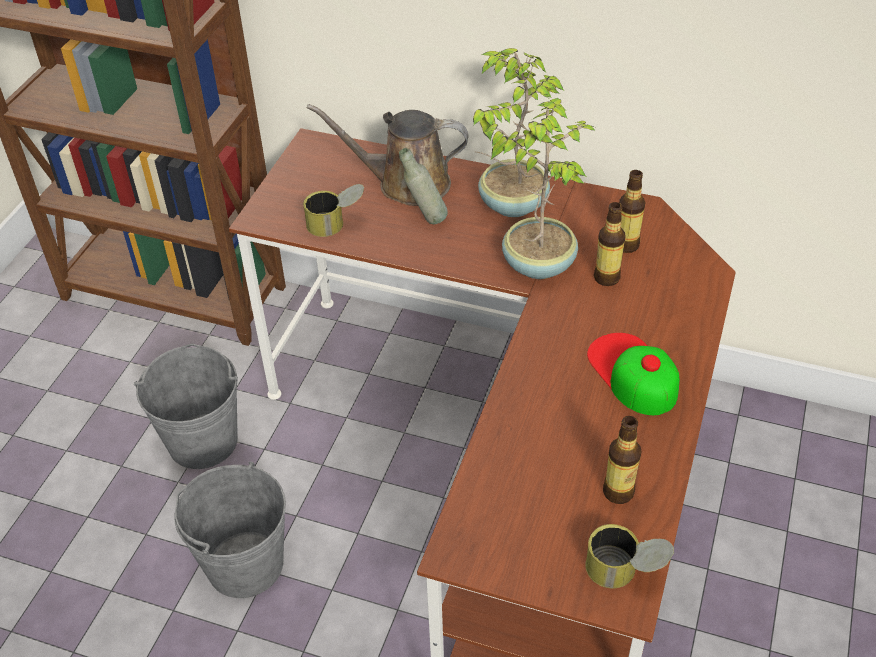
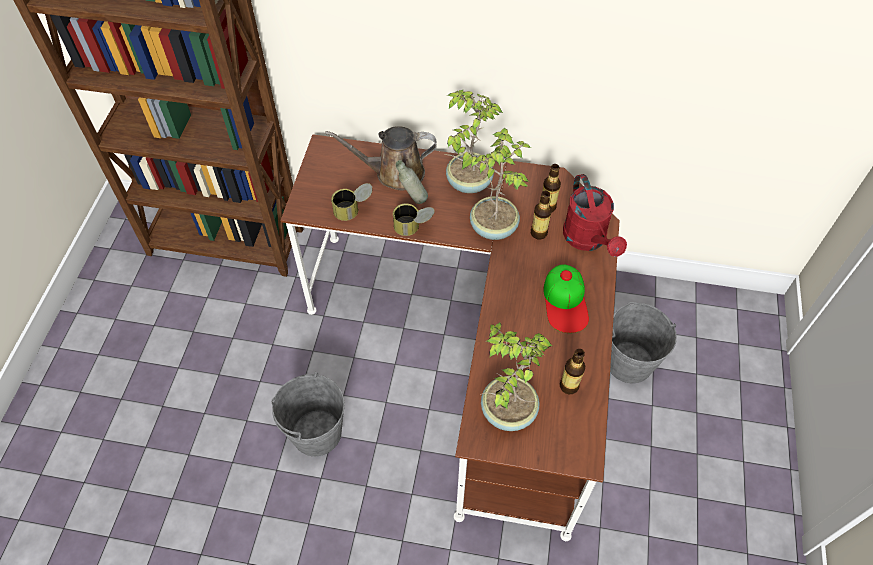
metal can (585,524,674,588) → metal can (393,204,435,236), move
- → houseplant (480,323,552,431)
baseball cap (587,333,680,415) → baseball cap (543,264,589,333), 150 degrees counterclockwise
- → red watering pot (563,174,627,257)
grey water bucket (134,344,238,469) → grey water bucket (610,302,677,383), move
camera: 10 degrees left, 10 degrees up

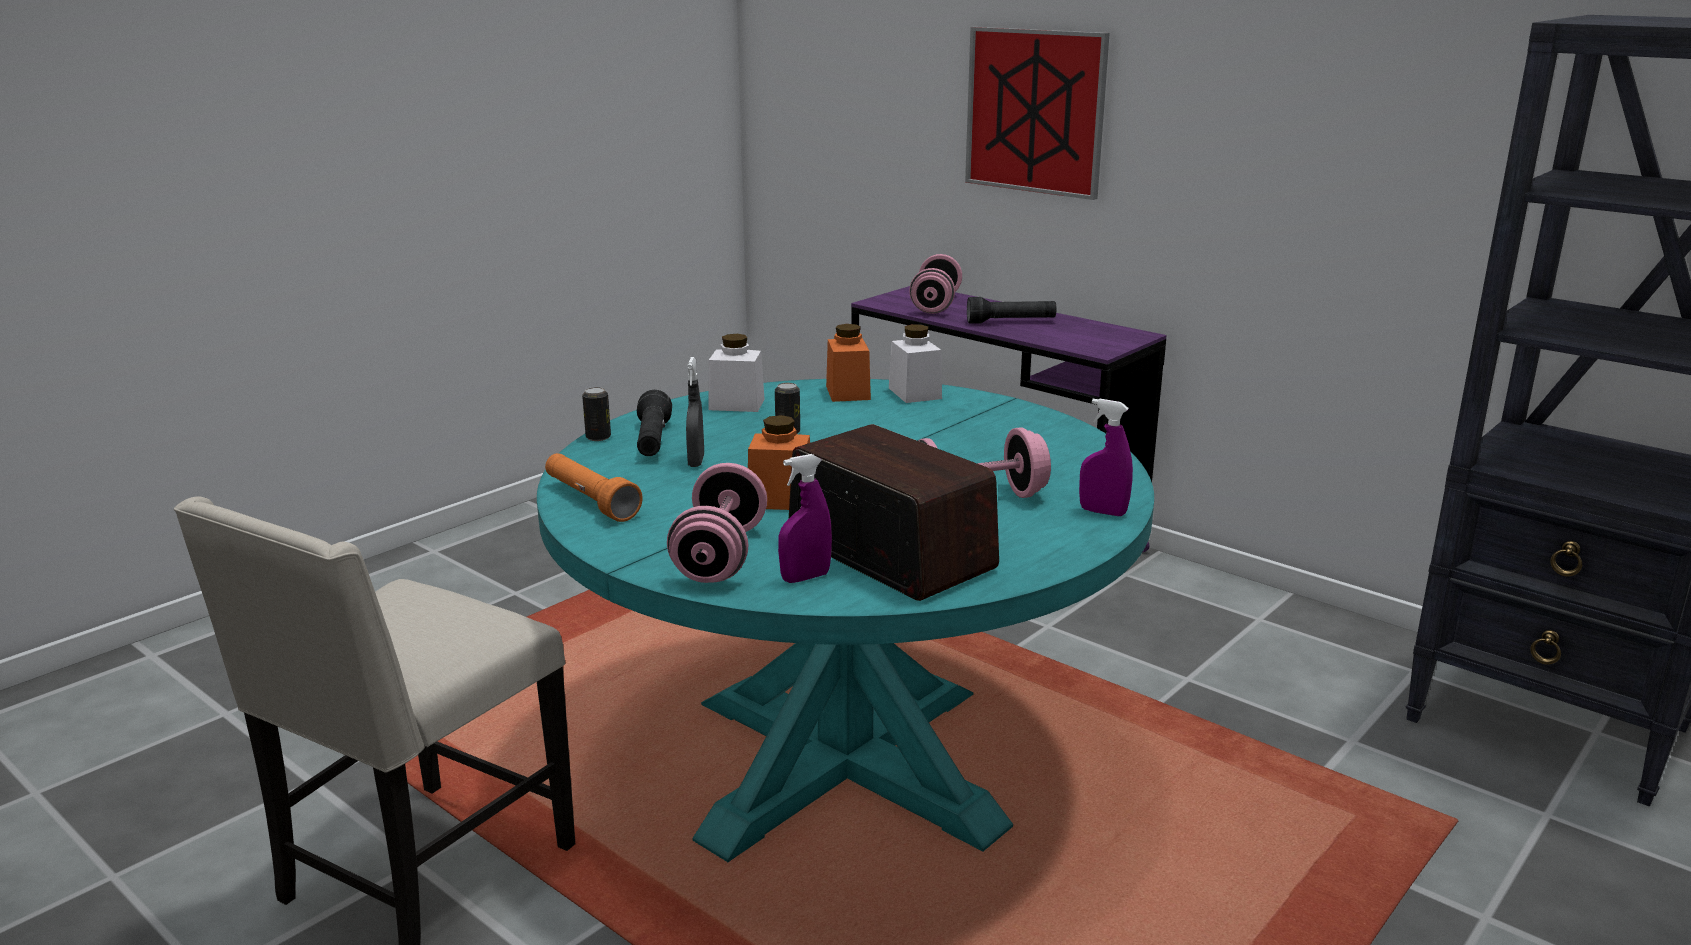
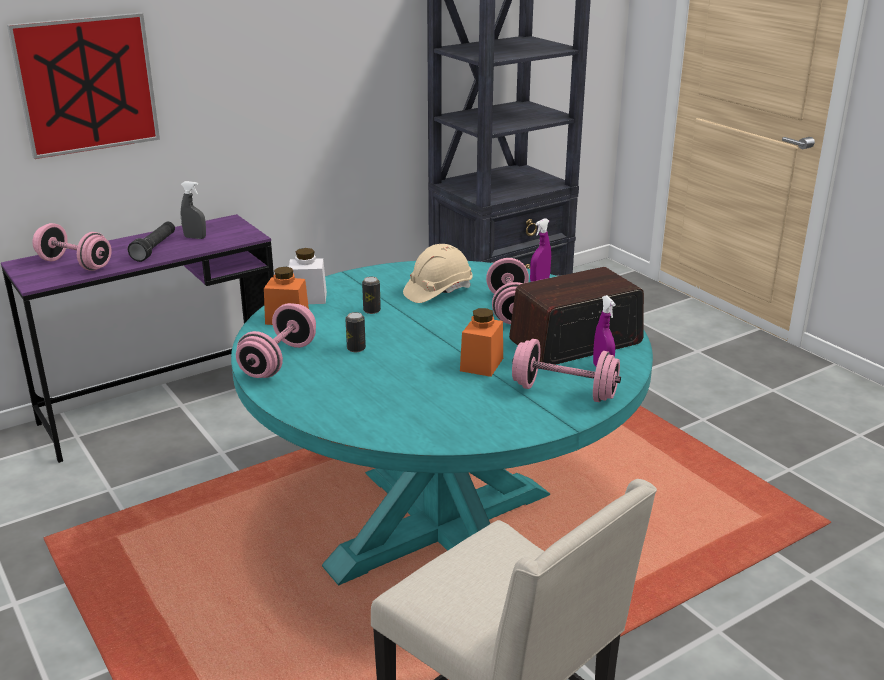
grey sprayer (686,357,704,467) → grey sprayer (181,181,206,239), move
white-coloured storage jar (709,334,764,412) → pink hand weight (236,303,316,378)
metal can (582,387,611,441) → metal can (362,277,381,314), move
- → beige-coloured safety helmet (403,244,473,303)
orange-coloured hand torch (545,453,643,522) → -
black hand torch (637,390,672,456) → -
camera: 75 degrees left, 5 degrees up

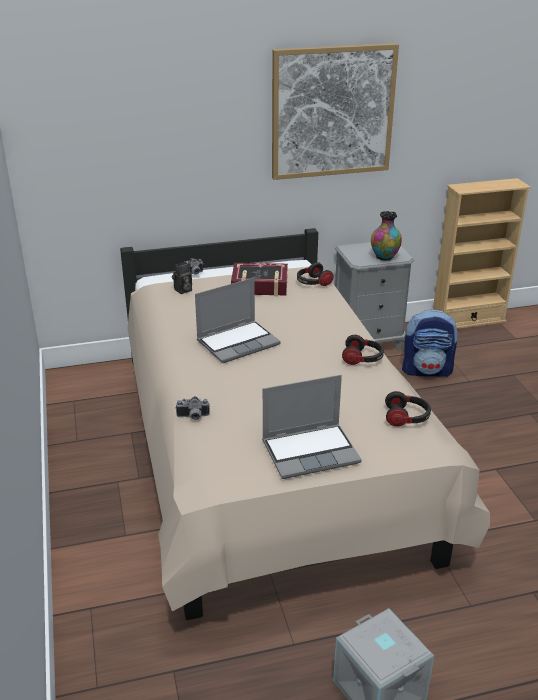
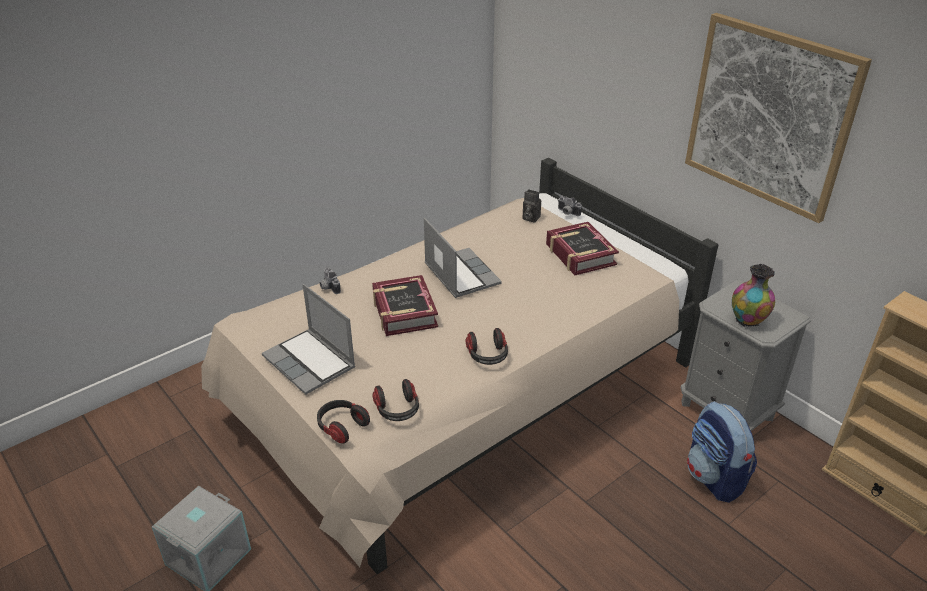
headphones (297,262,333,286) → headphones (317,400,370,444), move
- → bound book (372,275,438,336)
portable computer (195,278,281,363) → portable computer (424,217,502,298), 150 degrees counterclockwise
camera: 65 degrees right, 5 degrees up

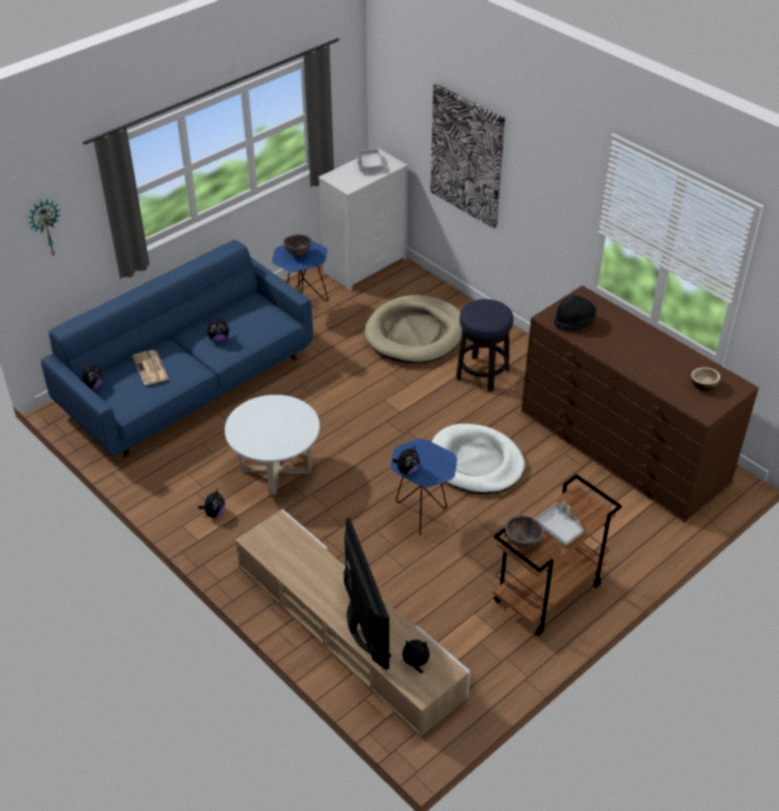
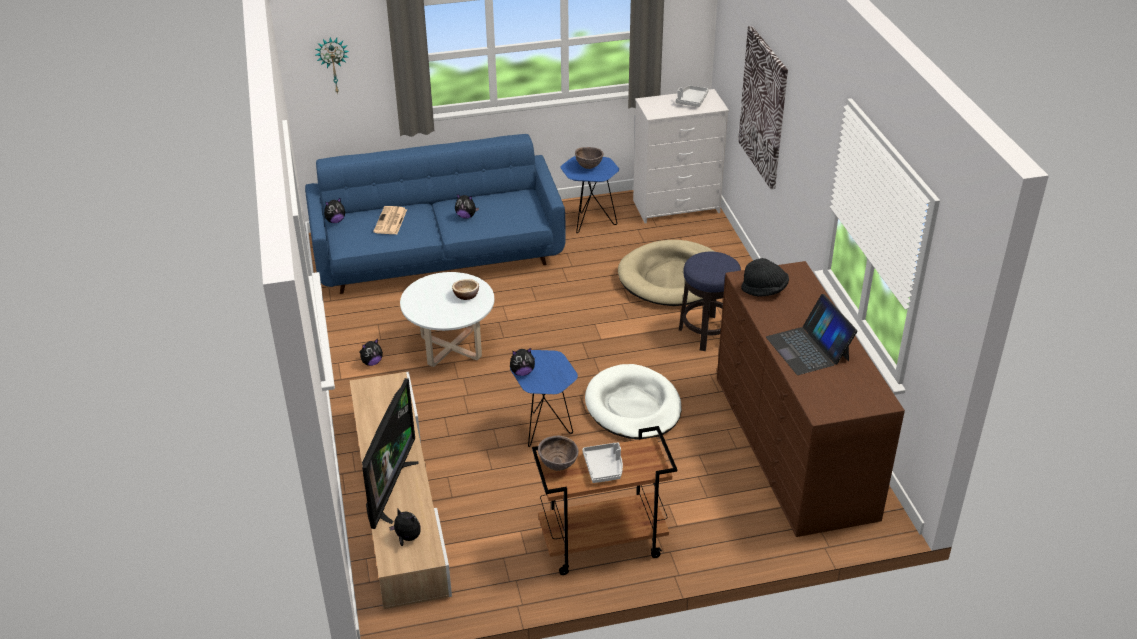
serving bowl (691,367,720,391) → serving bowl (452,279,479,300), move
- → portable computer (766,294,857,375)
camera: 30 degrees right, 5 degrees down

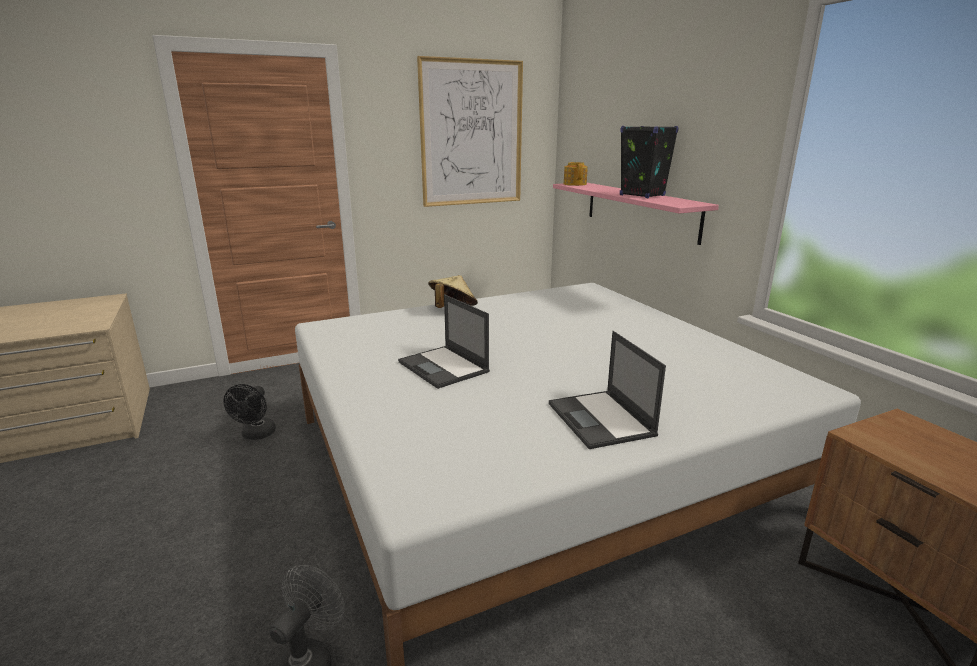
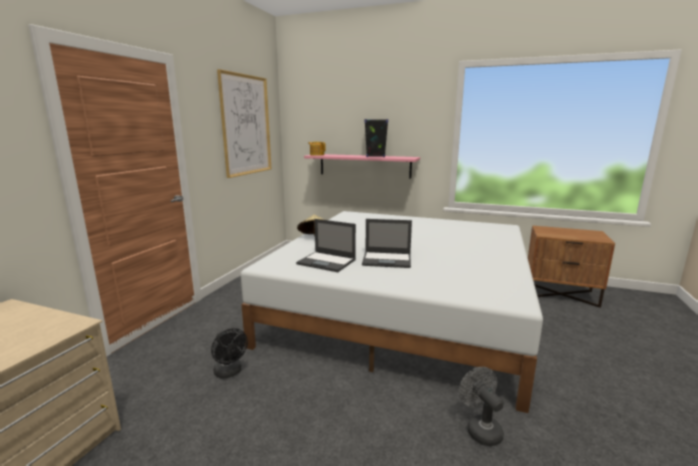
portable computer (549,331,666,449) → portable computer (296,219,356,272), move
camera: 45 degrees left, 5 degrees down

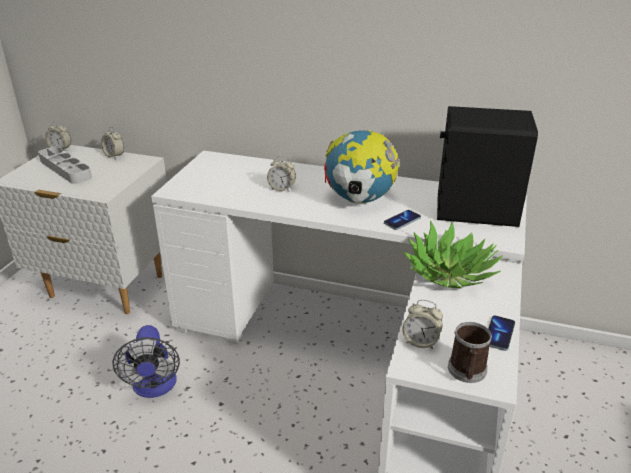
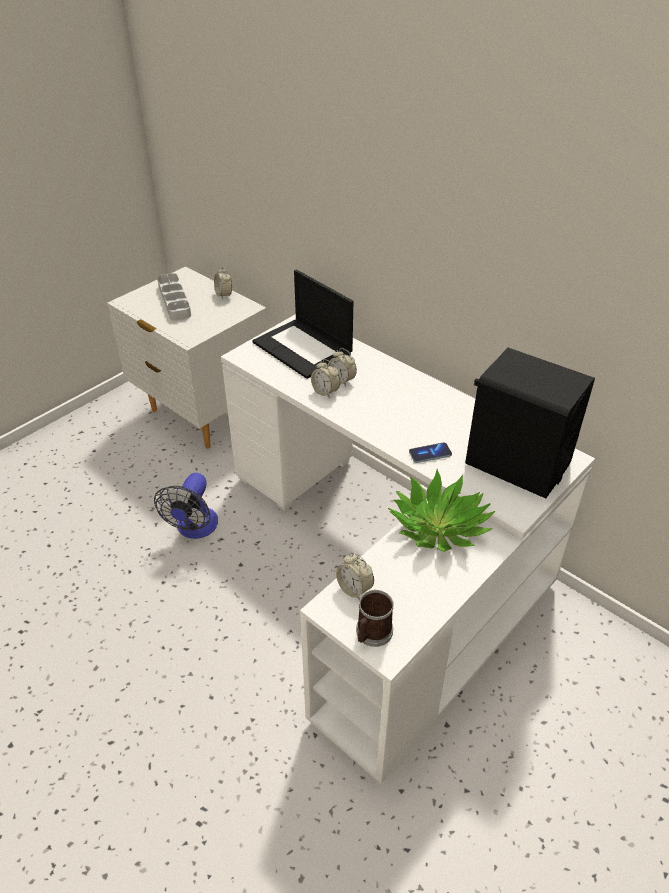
- → portable computer (252,269,353,379)
bedside clock (45,121,71,150) → bedside clock (311,359,340,397), move
world globe (324,130,400,204) → -
handset (488,316,515,351) → -
camera: 25 degrees right, 10 degrees up

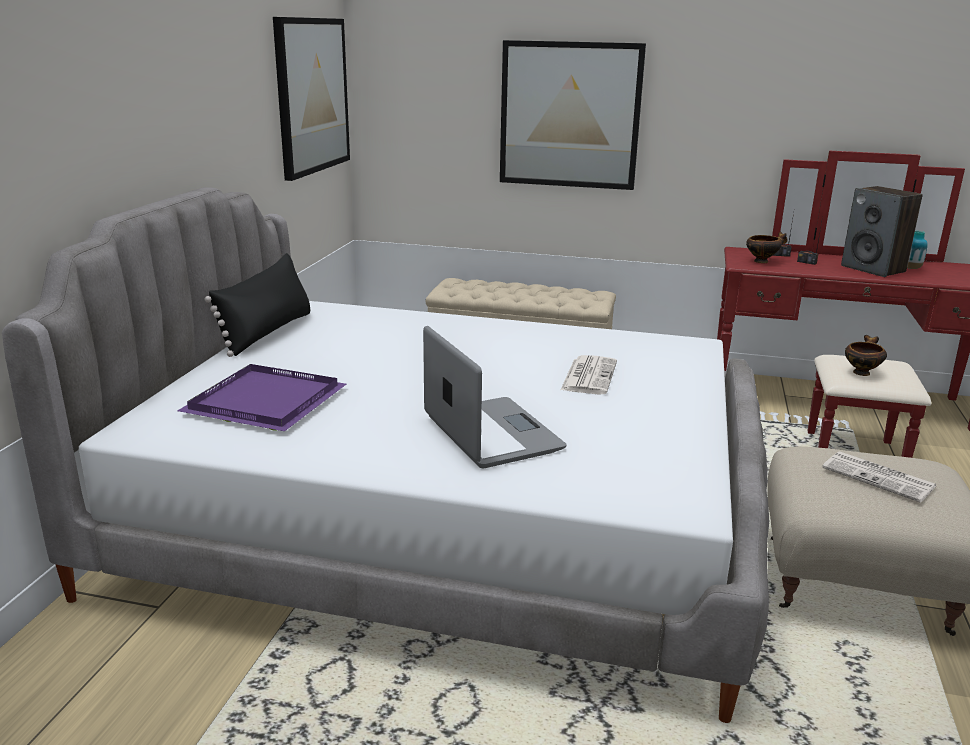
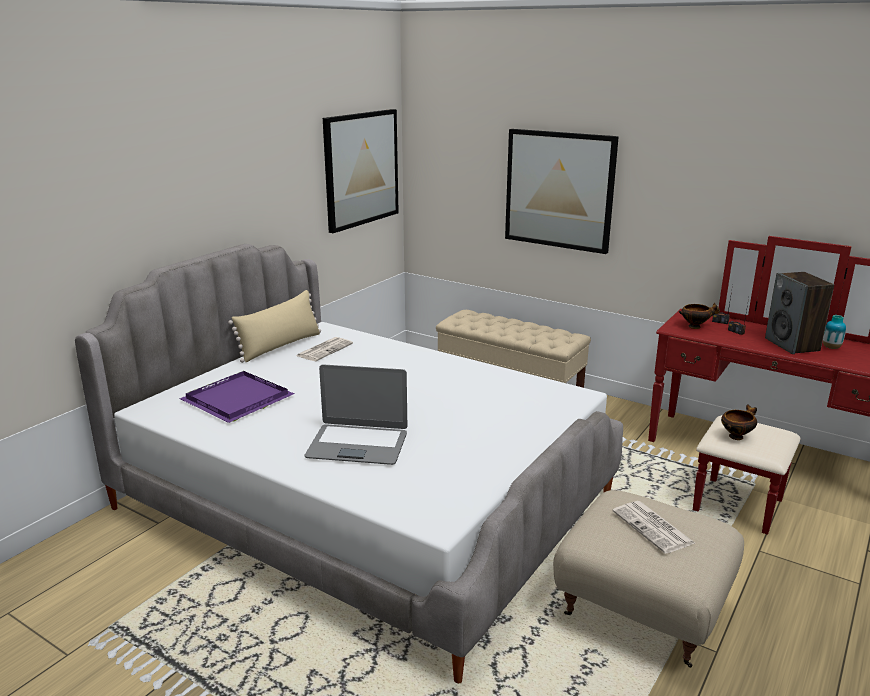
black pillow (204,253,311,357) → beige-coloured pillow (228,290,321,363)
newspaper (560,355,617,394) → newspaper (296,337,353,361), move
portable computer (423,326,567,468) → portable computer (304,364,407,465), 105 degrees clockwise
camera: 20 degrees right, 0 degrees up

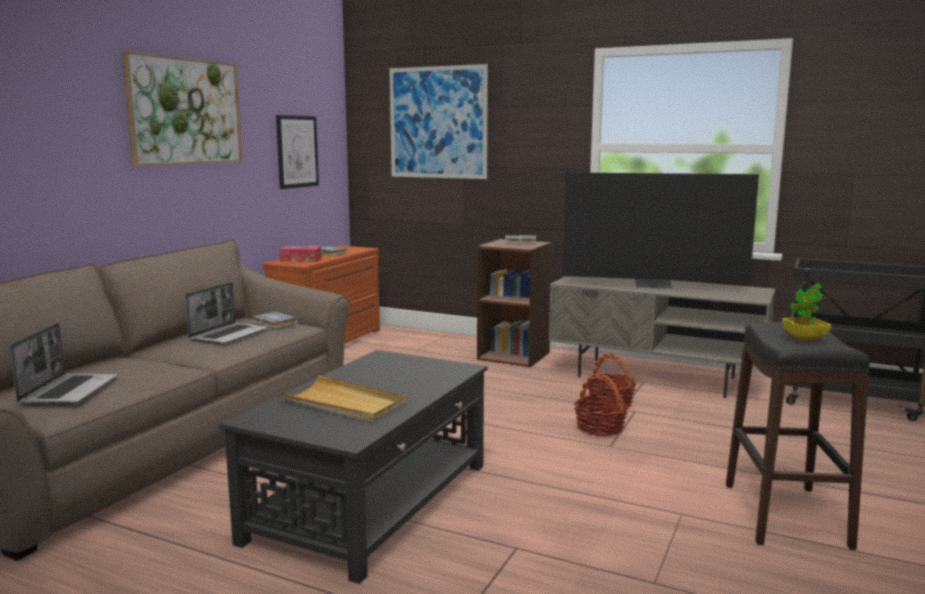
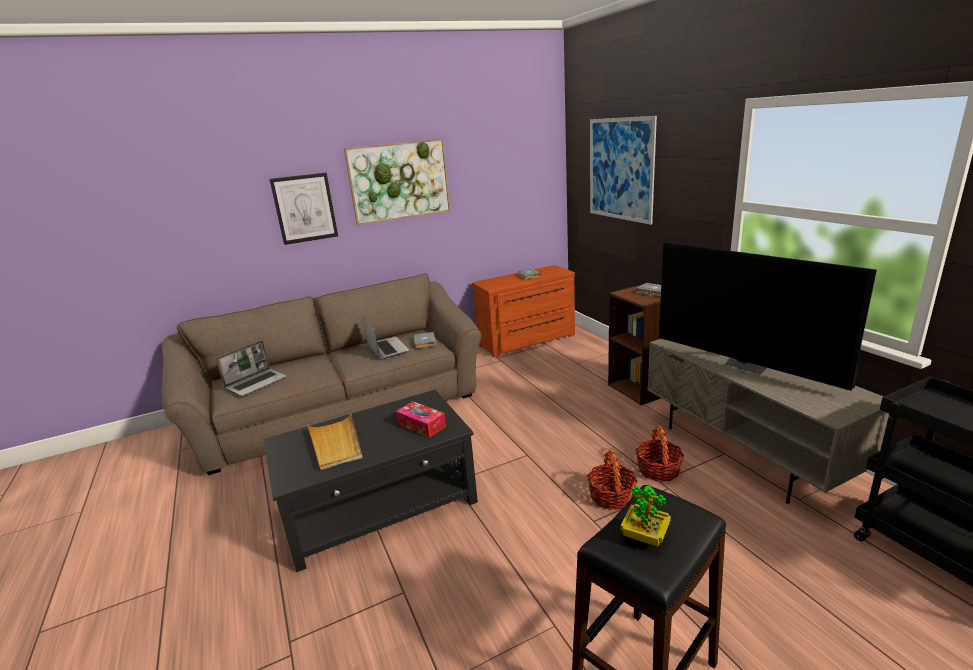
wall art (276,115,319,189) → wall art (269,173,338,245), move
portable computer (185,282,269,345) → portable computer (363,317,410,360), 90 degrees counterclockwise
tissue holder (280,246,321,262) → tissue holder (396,401,446,438), move
camera: 40 degrees right, 10 degrees up

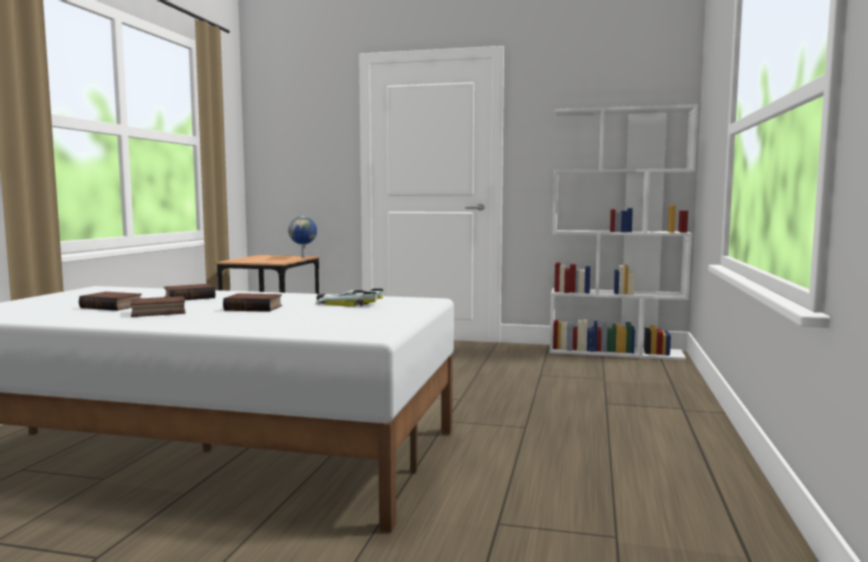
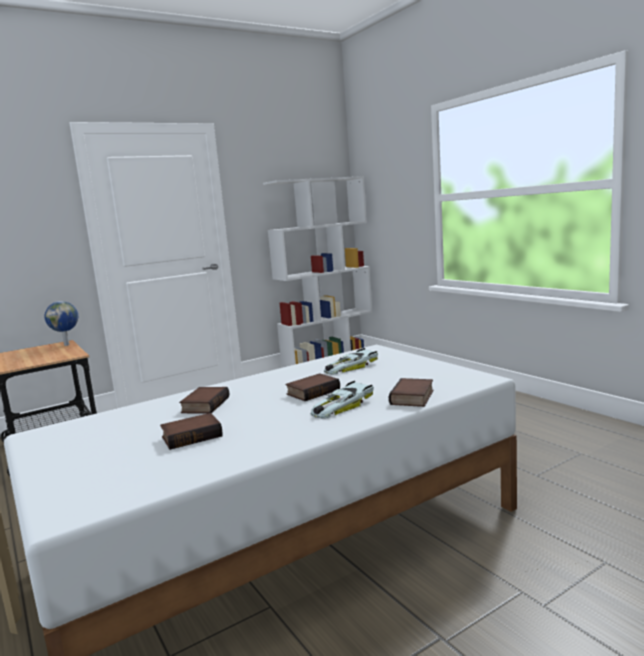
- → miniature car (311,381,374,419)
bound book (130,296,186,317) → bound book (389,378,433,407), move
camera: 45 degrees left, 5 degrees up

